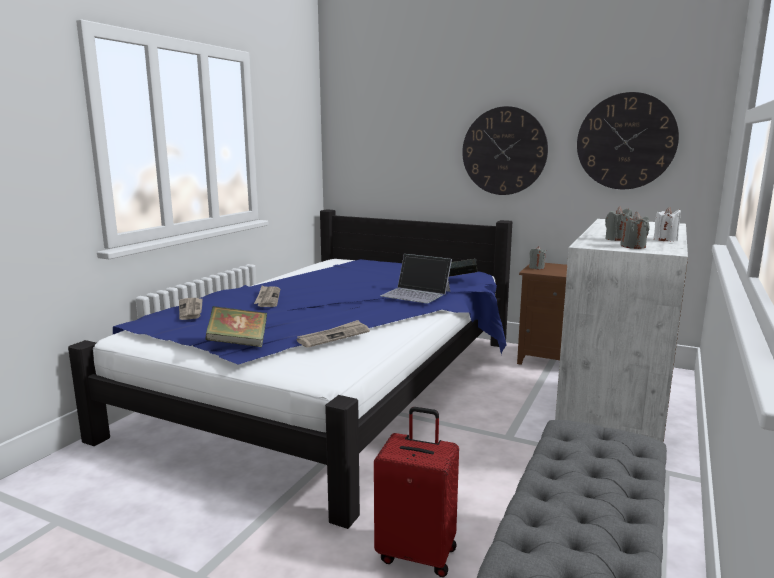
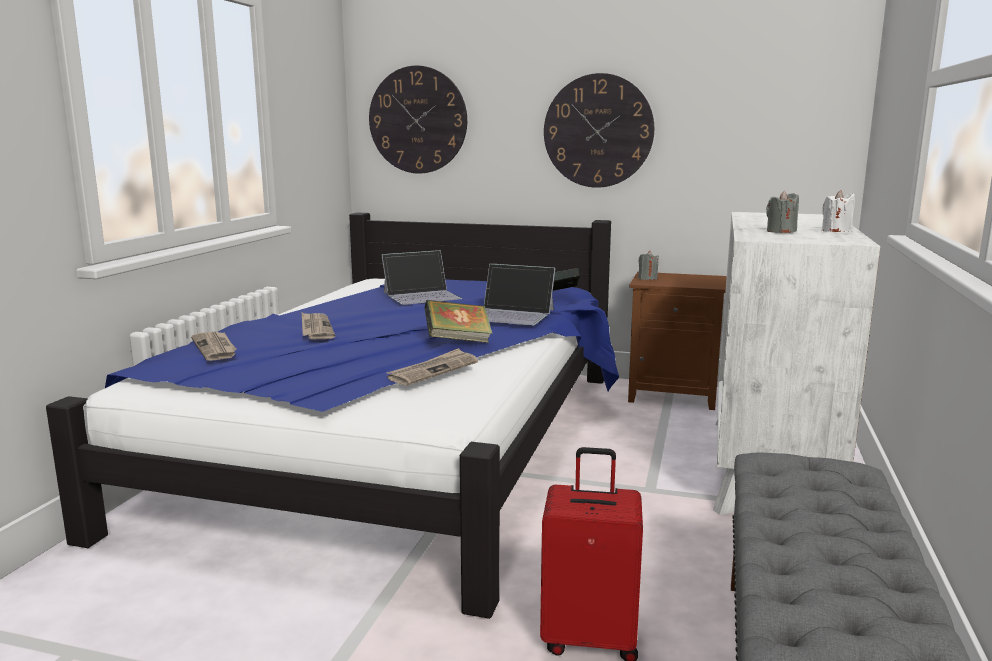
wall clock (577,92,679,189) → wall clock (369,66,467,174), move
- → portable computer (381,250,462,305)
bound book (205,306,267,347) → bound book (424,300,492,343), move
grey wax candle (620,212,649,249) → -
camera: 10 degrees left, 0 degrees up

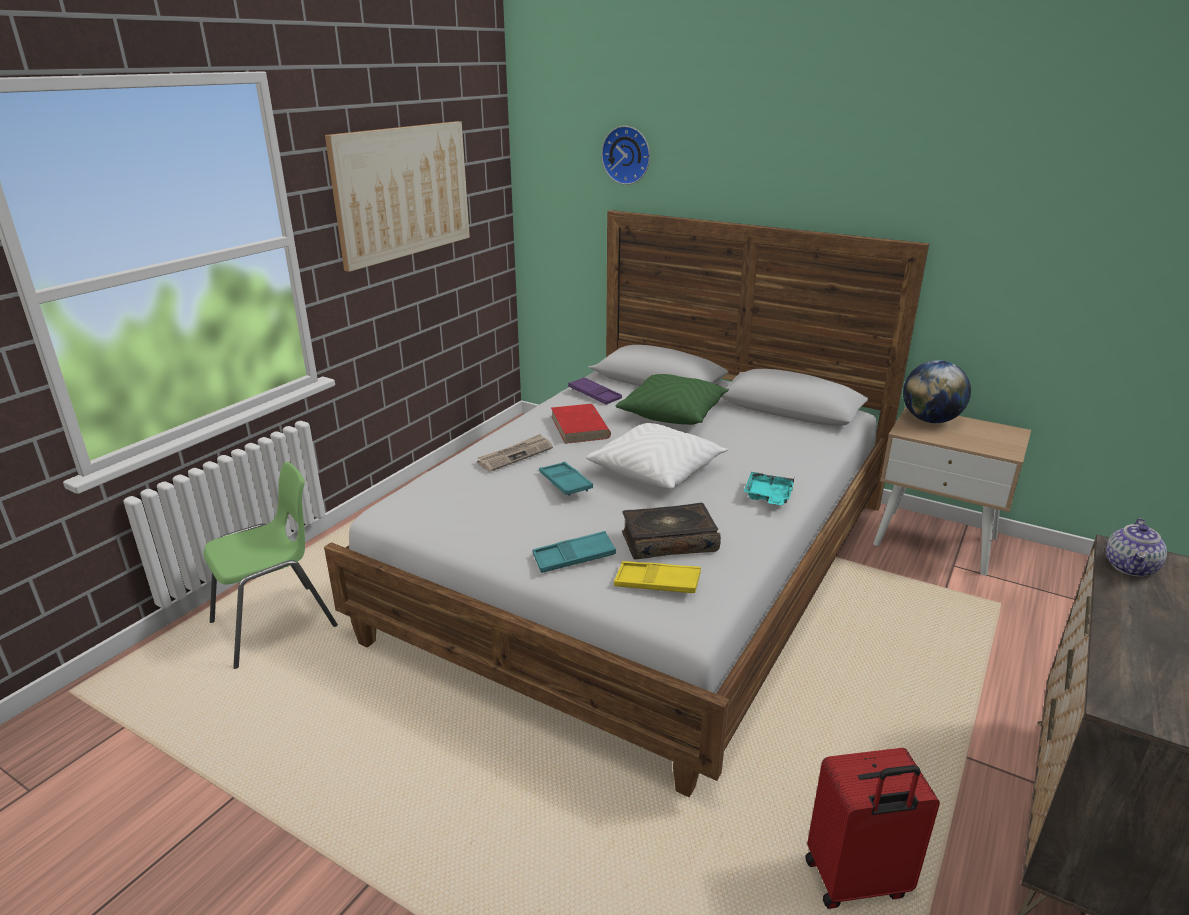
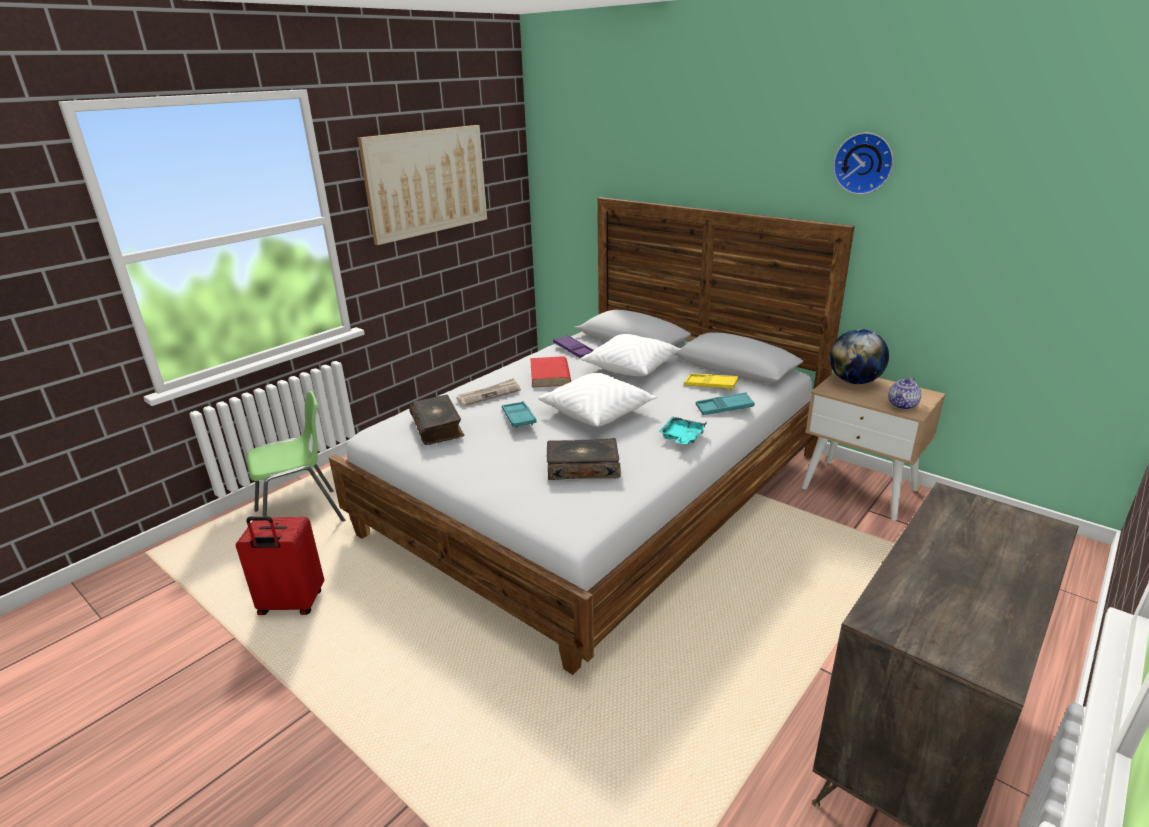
red travel case (805,748,940,909) → red travel case (236,516,324,615), move
- → bound book (409,395,464,445)
green-coloured pillow (615,374,729,425) → white-coloured pillow (581,334,682,377)
yellowish tray (614,561,701,593) → yellowish tray (684,374,738,389), move
blue-green tray (532,531,616,573) → blue-green tray (696,392,755,415), move
wall clock (601,126,650,185) → wall clock (833,133,893,195), move
pot for tea (1106,518,1167,577) → pot for tea (888,377,922,410), move
camera: 10 degrees right, 0 degrees up

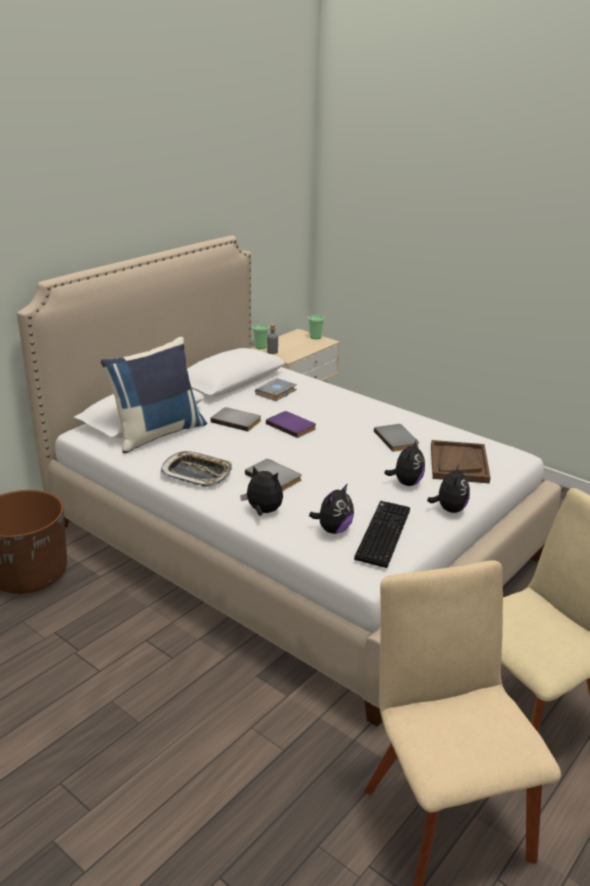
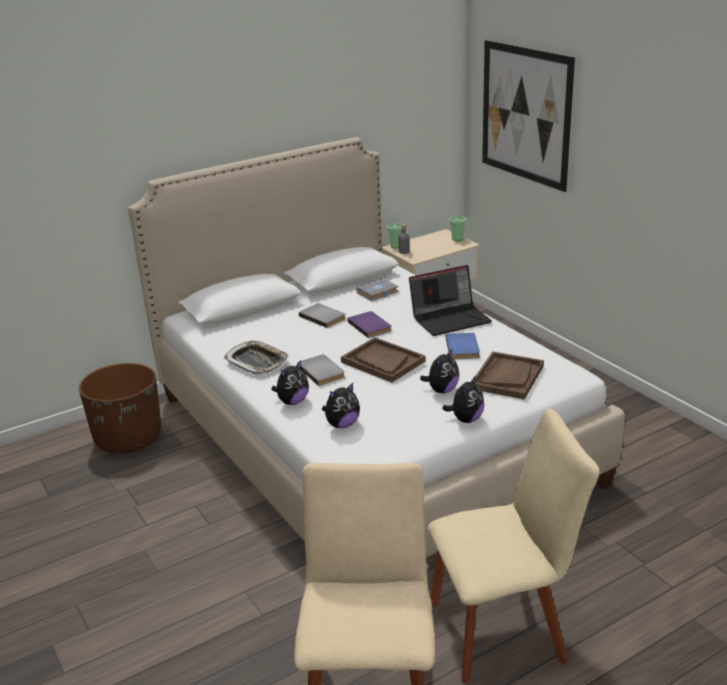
soft toy (240,466,283,516) → soft toy (271,361,309,405), 90 degrees clockwise
- → brownish tray (341,337,426,383)
- → portable computer (409,265,492,336)
grey bound book (374,424,419,452) → blue-coloured bound book (445,333,480,359)
- → wall art (482,40,575,192)
blue-coloured pillow (100,337,207,453) → -
PC keyboard (354,501,410,568) → -
camera: 20 degrees right, 0 degrees up

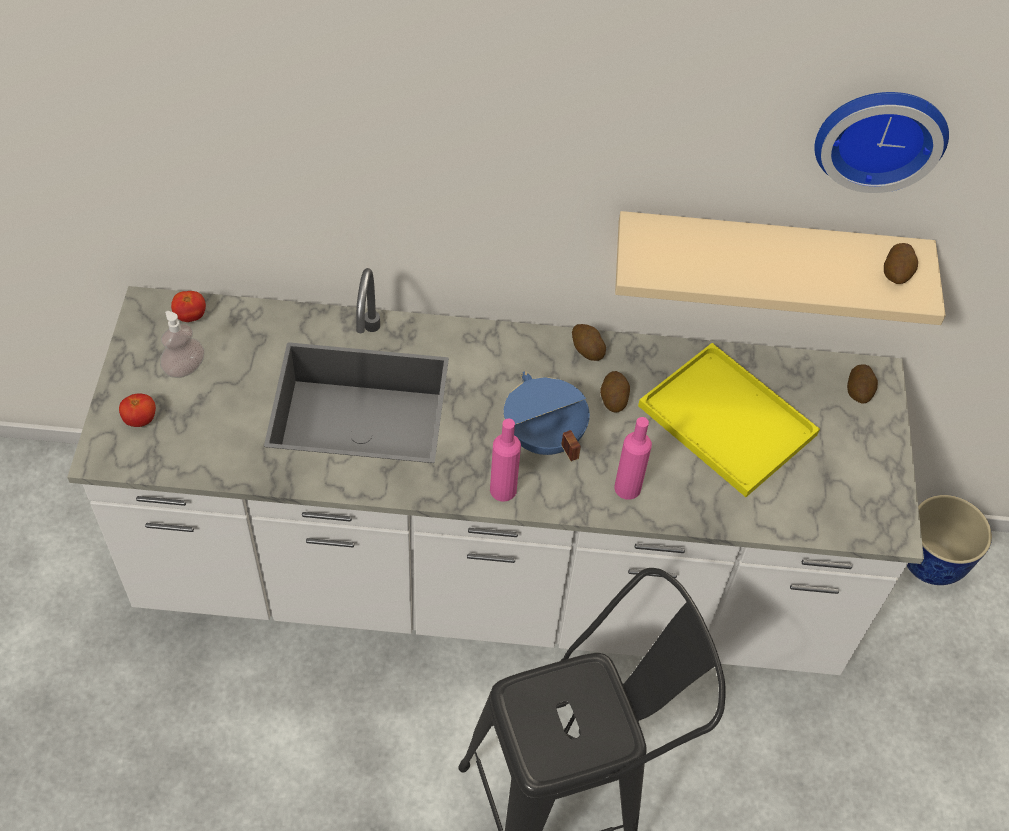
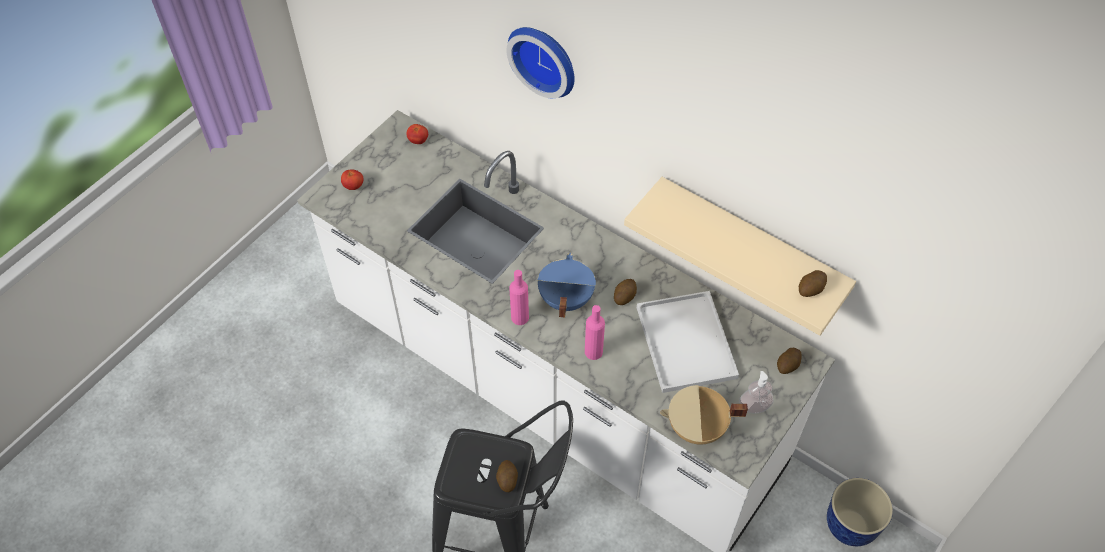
potato (572,324,606,361) → potato (496,460,518,492), move
wall clock (814,92,949,193) → wall clock (506,27,575,98), move
yellowish tray (638,343,820,497) → white-coloured tray (637,291,739,393)
- → beige-coloured stockpot (660,385,748,445)
soap dispenser (160,311,205,378) → soap dispenser (739,371,774,413), move
camera: 35 degrees right, 0 degrees up

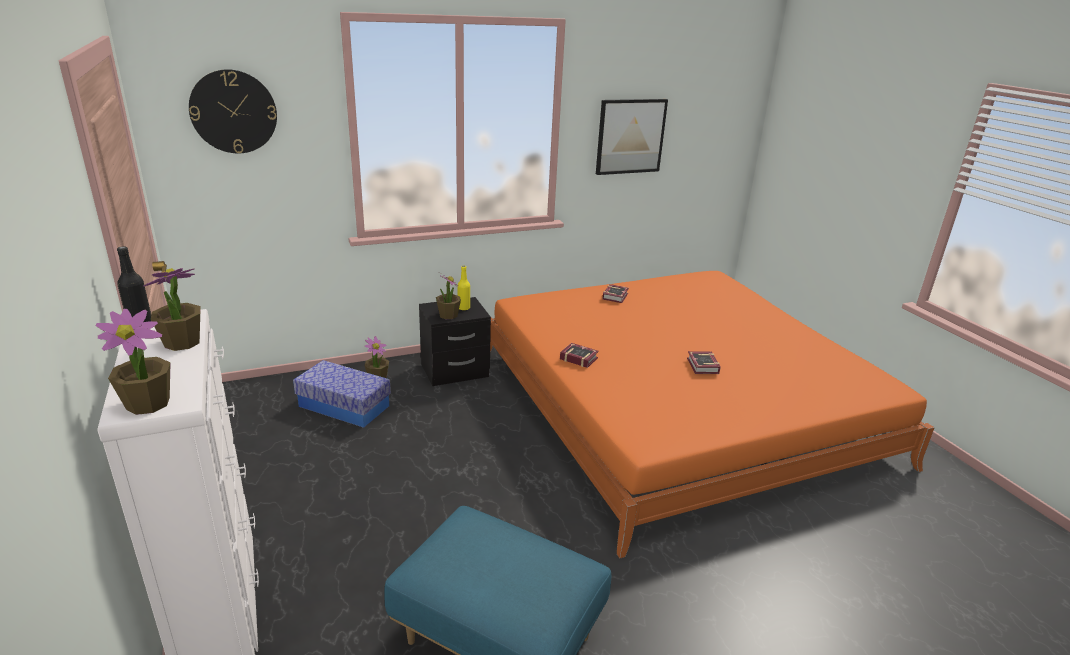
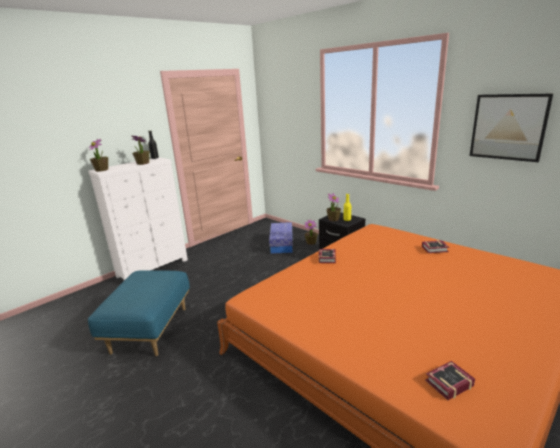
bound book (687,351,721,374) → bound book (425,361,475,400), move
wall clock (189,69,277,153) → -
camera: 70 degrees right, 5 degrees down

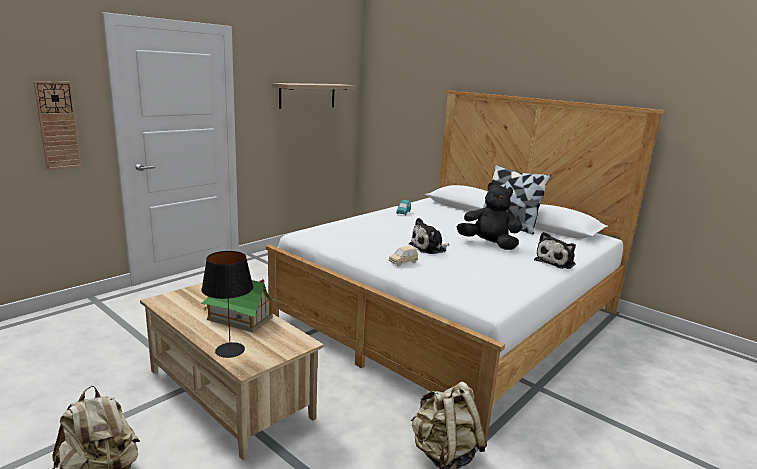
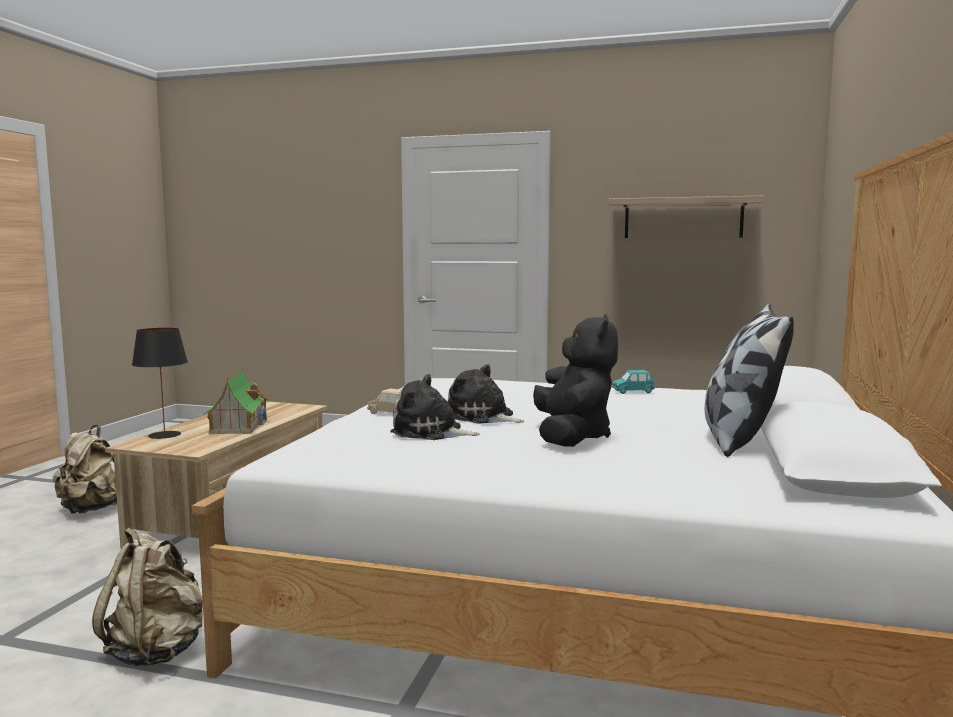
soft toy (534,232,576,269) → soft toy (390,374,480,440), move
wall clock (34,81,82,170) → -
camera: 65 degrees right, 10 degrees down

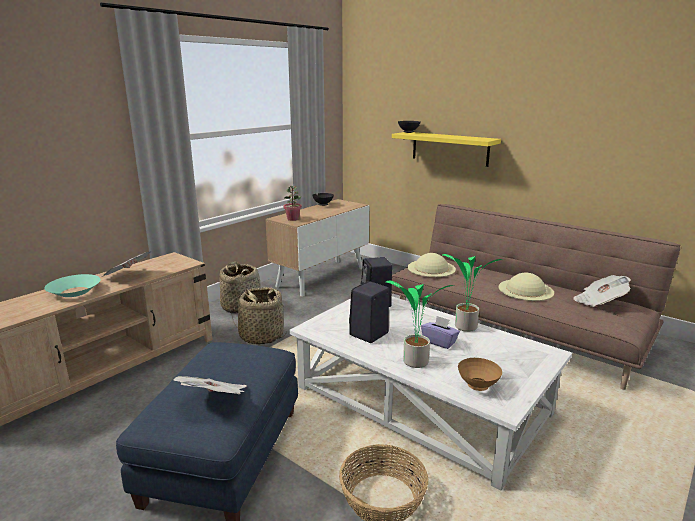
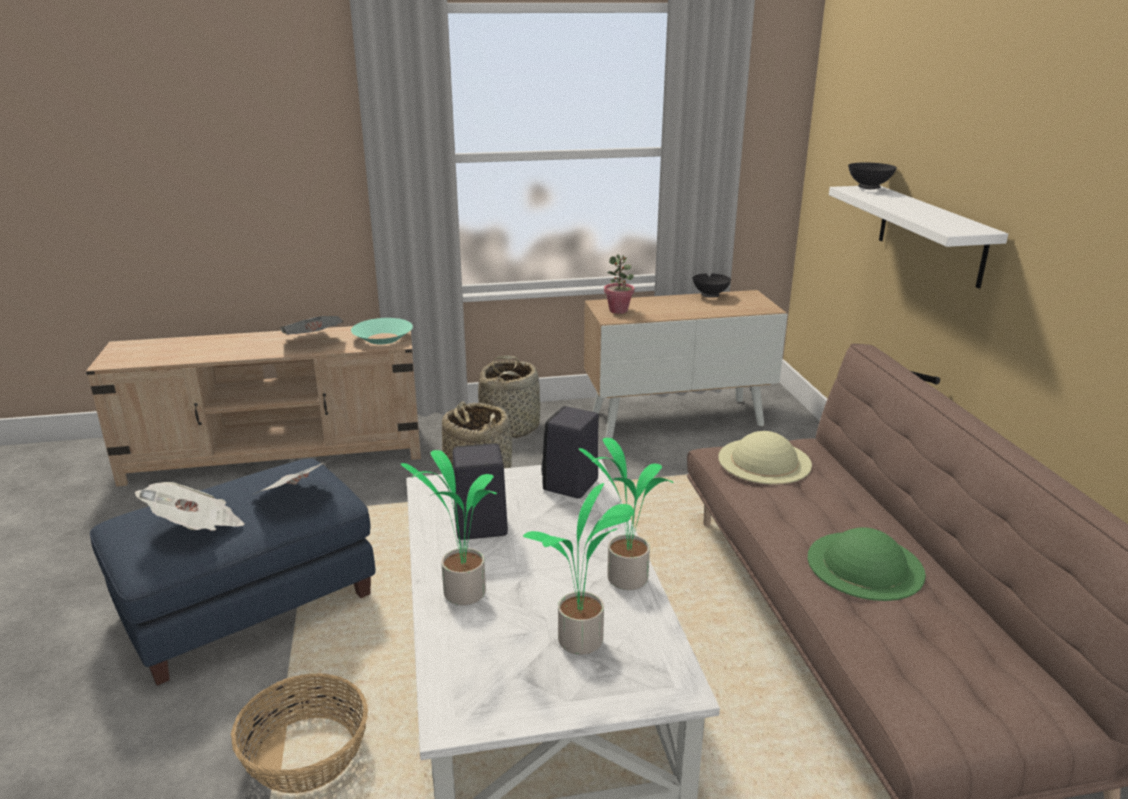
newspaper (573,275,631,307) → newspaper (254,460,331,494), move
blue-green serving bowl (44,274,101,297) → blue-green serving bowl (351,318,413,344), move
- → houseplant (523,483,634,655)
beige-coloured hat (498,272,554,301) → green-coloured hat (808,527,926,601)
yellowish wall shelf (392,132,501,167) → white-coloured wall shelf (829,186,1008,289)
purple tissue holder (421,316,460,349) → -
brownish serving bowl (458,358,502,391) → -
camera: 40 degrees right, 5 degrees up

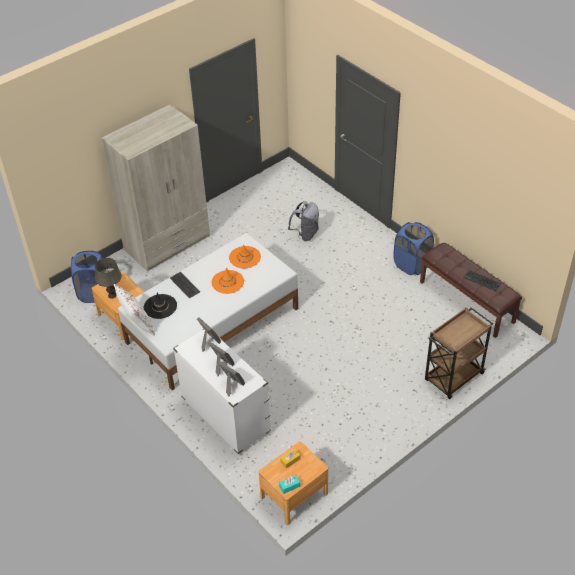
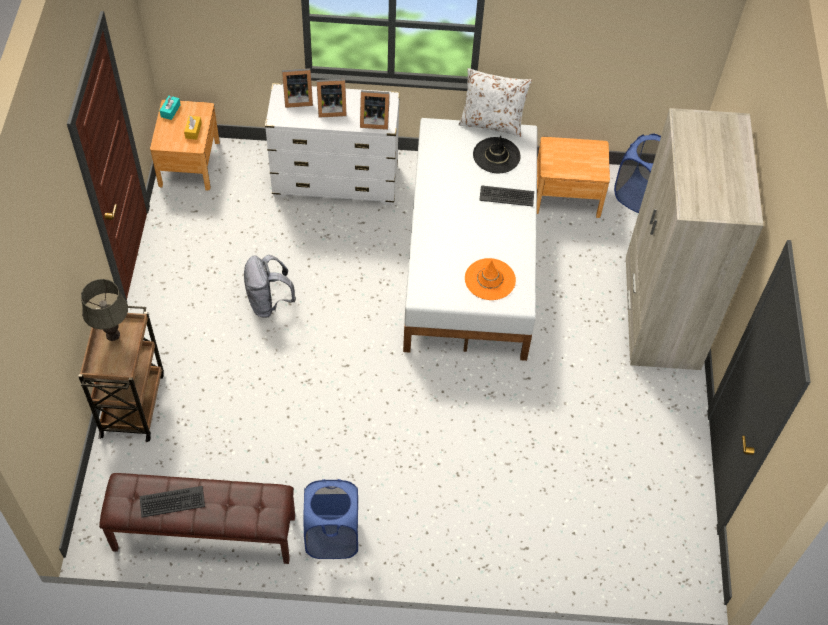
grey tabletop lamp (95,258,122,299) → grey tabletop lamp (81,279,128,341), move
grey rucksack (288,201,319,241) → grey rucksack (244,255,296,318), move
orange-coloured hat (212,267,244,294) → -
camera: 130 degrees right, 10 degrees up

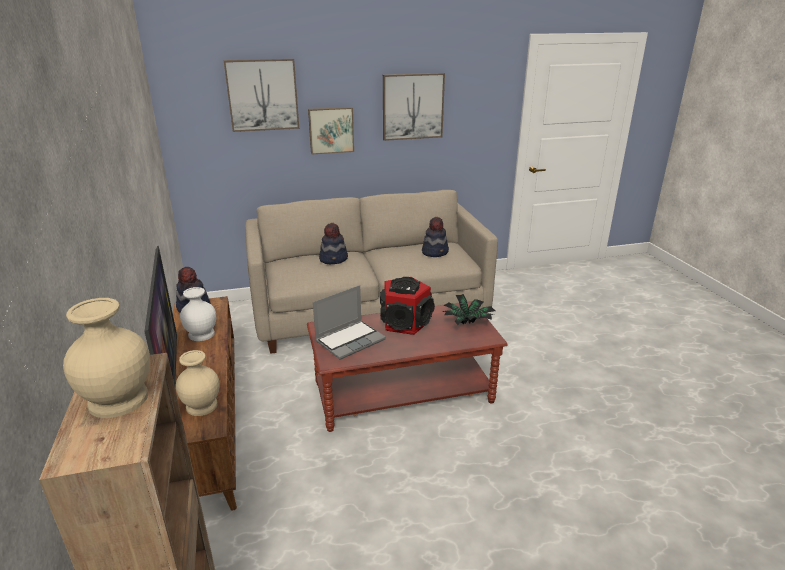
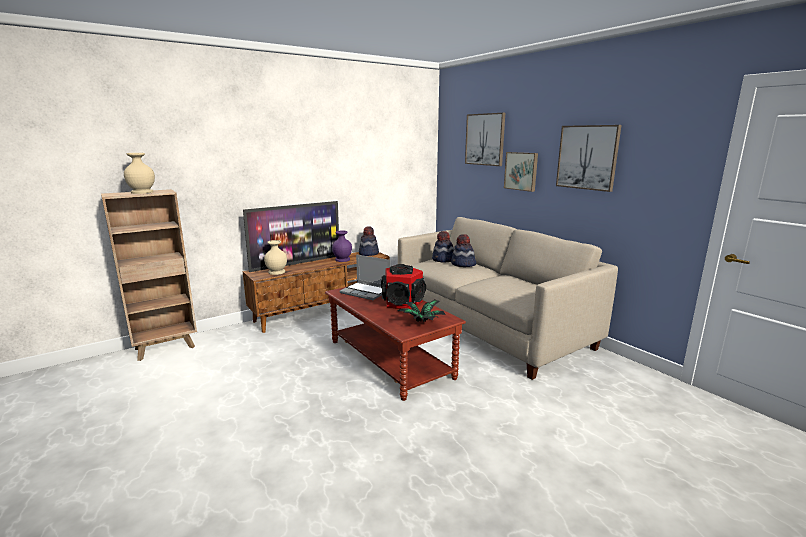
white-coloured vase (180,287,216,341) → purple vase (332,231,352,262)
hat (422,217,449,257) → hat (432,231,454,262), move
camera: 70 degrees right, 10 degrees down

